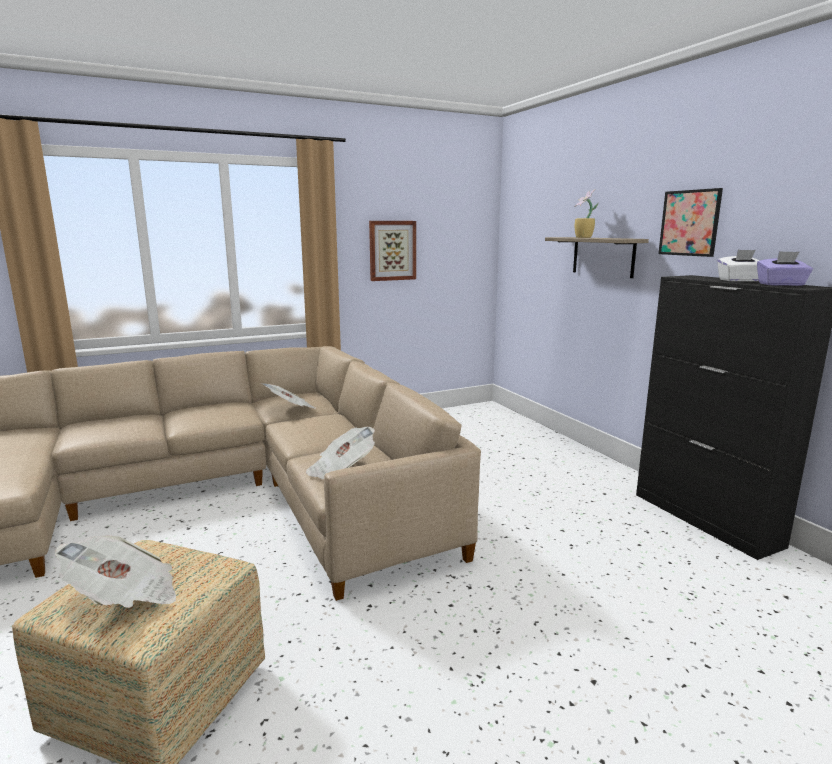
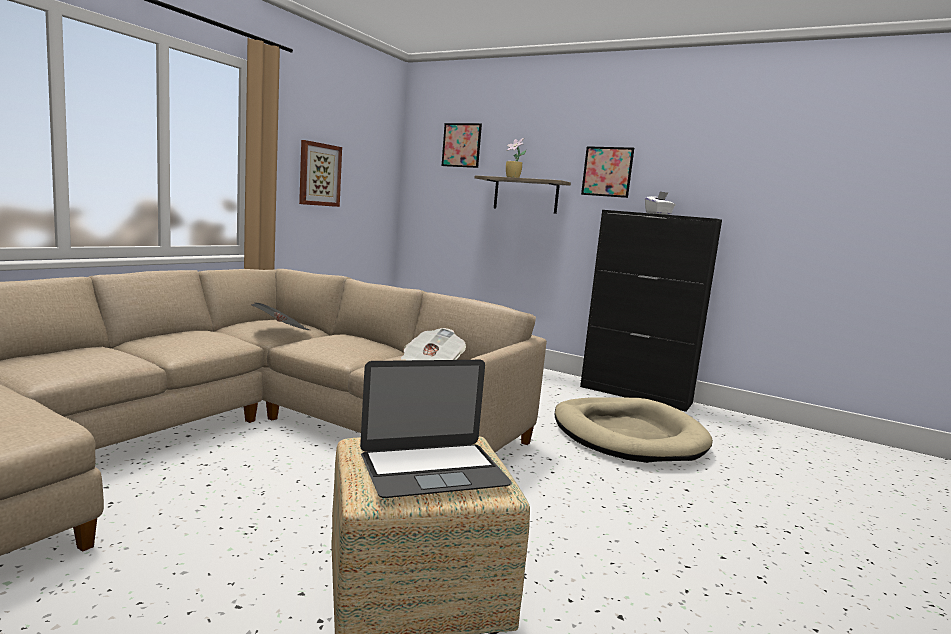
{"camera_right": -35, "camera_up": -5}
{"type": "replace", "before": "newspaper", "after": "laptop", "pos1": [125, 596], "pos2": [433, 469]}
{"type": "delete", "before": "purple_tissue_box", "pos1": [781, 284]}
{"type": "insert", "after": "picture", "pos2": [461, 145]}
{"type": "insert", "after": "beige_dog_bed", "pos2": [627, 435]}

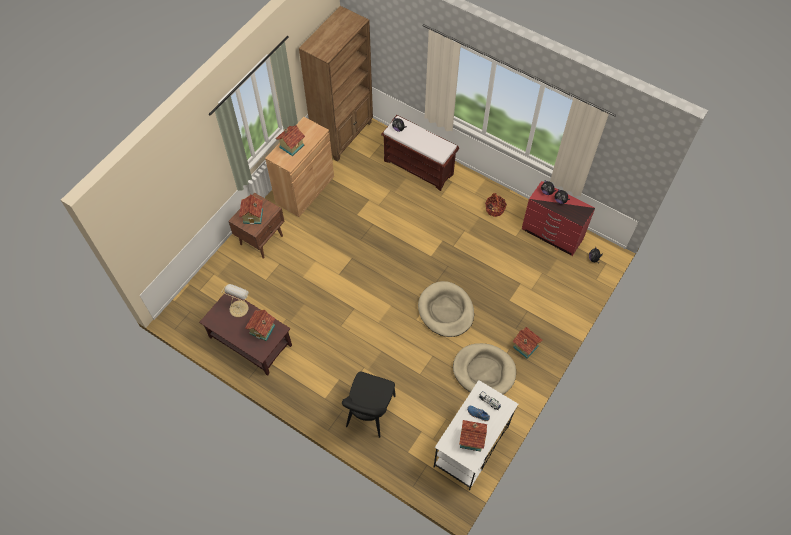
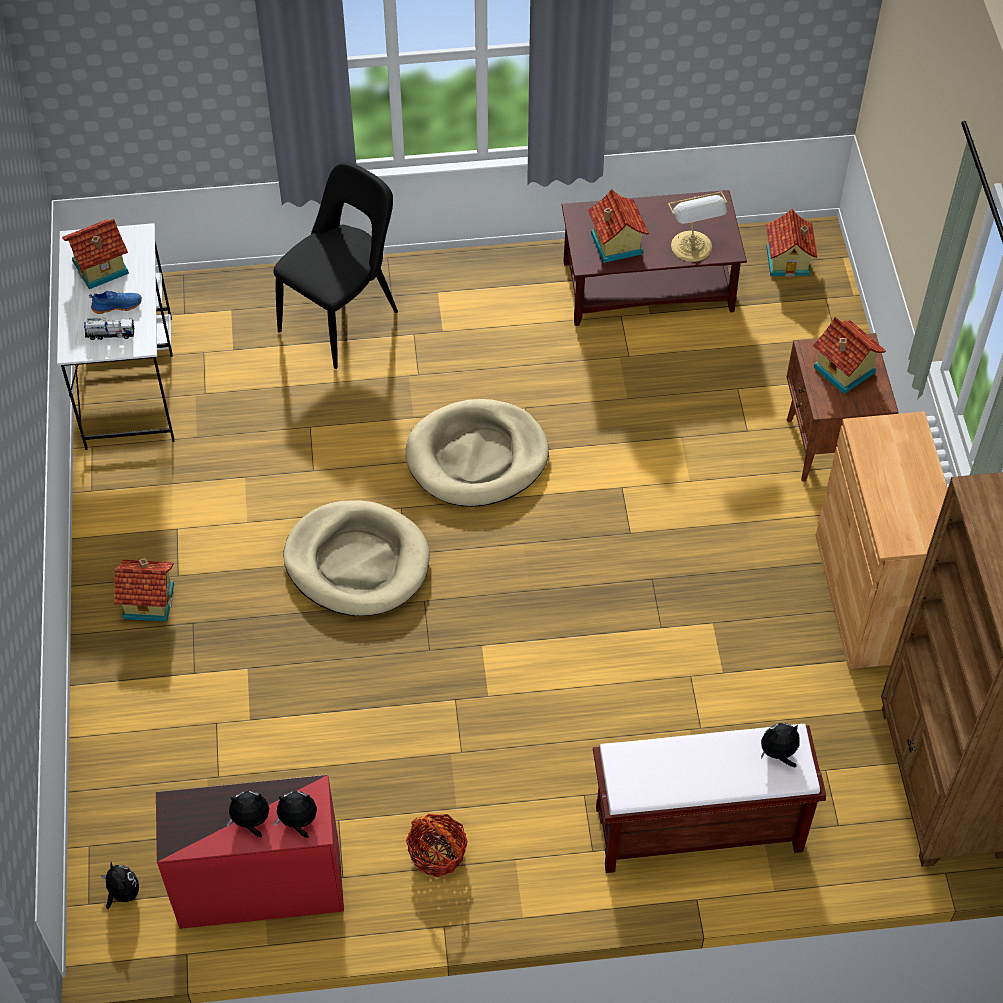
{"camera_right": 140, "camera_up": -5}
{"type": "move", "before": "toy_house", "pos1": [291, 146], "pos2": [789, 261]}
{"type": "rotate", "before": "black_chair", "pos1": [369, 414], "pos2": [343, 318], "turn": 60}
{"type": "move", "before": "beige_dog_bed", "pos1": [484, 371], "pos2": [477, 457]}

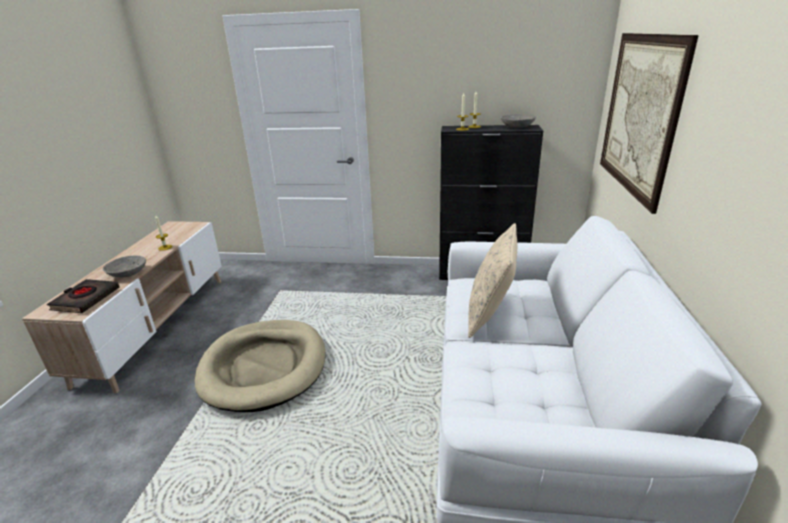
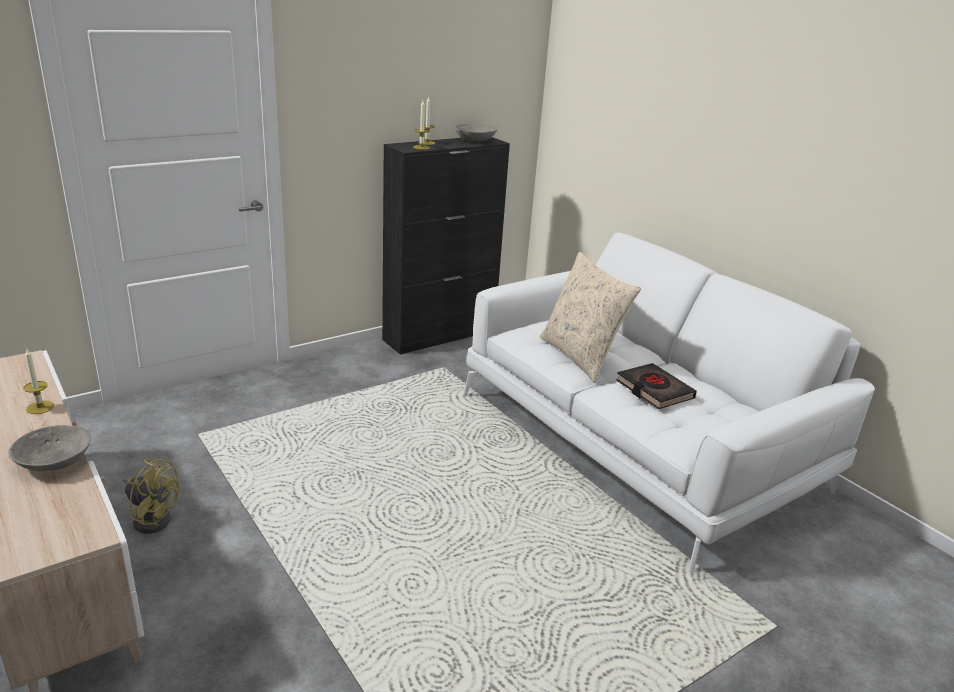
{"camera_right": -45, "camera_up": 0}
{"type": "move", "before": "black_book", "pos1": [86, 299], "pos2": [654, 390]}
{"type": "delete", "before": "beige_dog_bed", "pos1": [264, 367]}
{"type": "delete", "before": "picture", "pos1": [639, 114]}
{"type": "insert", "after": "yellow_fan", "pos2": [152, 517]}

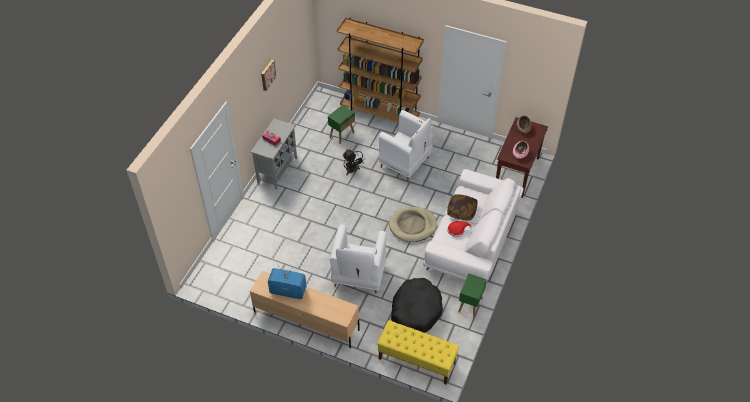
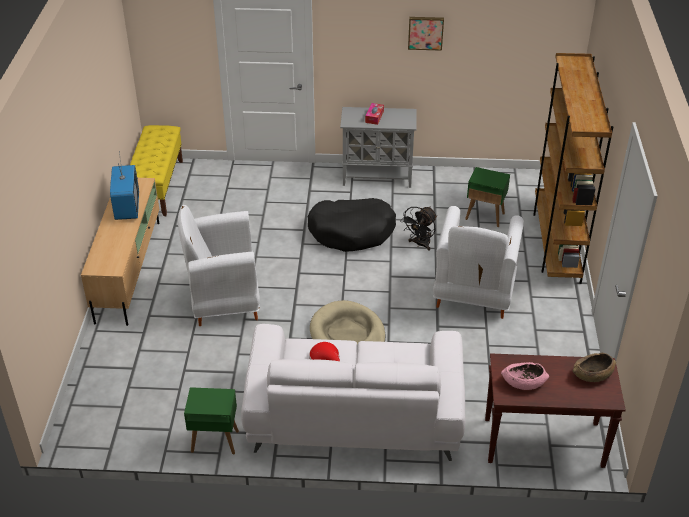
{"camera_right": 70, "camera_up": -10}
{"type": "move", "before": "yellow_bench", "pos1": [416, 360], "pos2": [158, 187]}
{"type": "move", "before": "black_dog_bed", "pos1": [416, 310], "pos2": [352, 231]}
{"type": "delete", "before": "pillow", "pos1": [461, 211]}

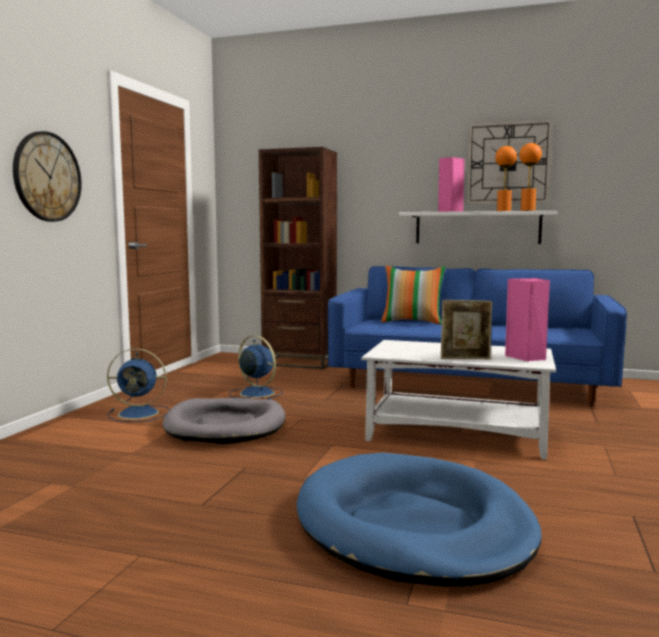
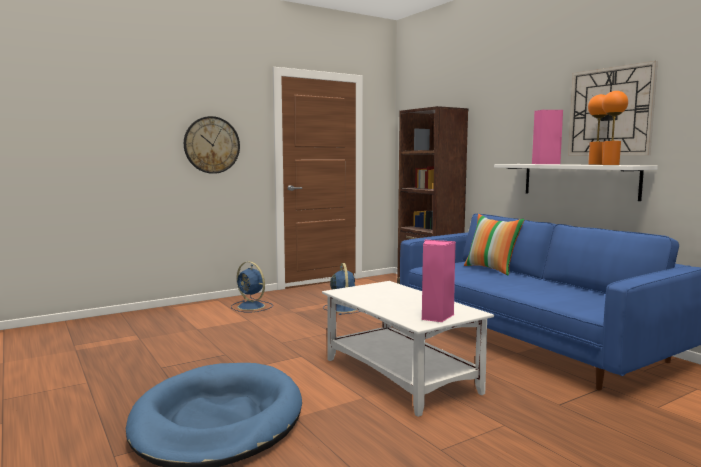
{"camera_right": 40, "camera_up": 0}
{"type": "delete", "before": "grey_dog_bed", "pos1": [226, 426]}
{"type": "delete", "before": "picture_frame", "pos1": [465, 358]}

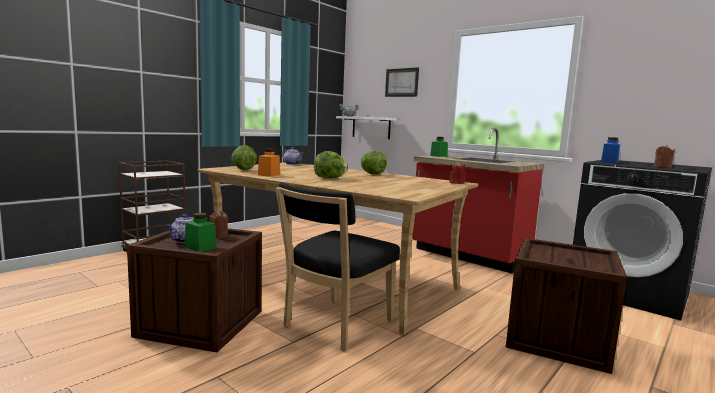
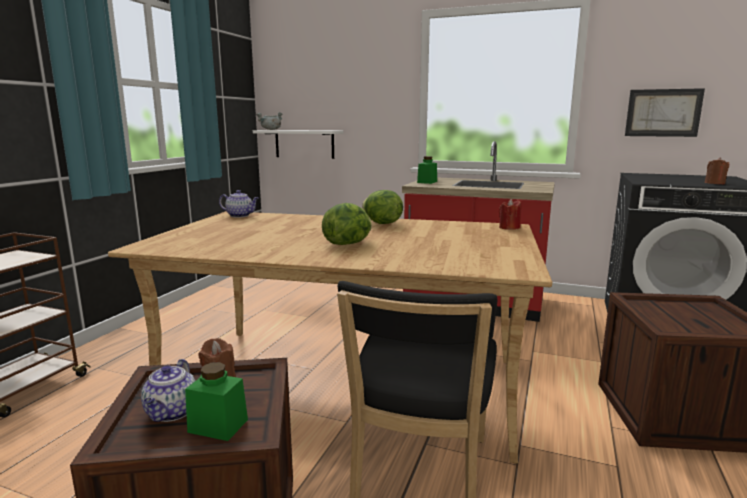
{"camera_right": -20, "camera_up": 5}
{"type": "delete", "before": "lettuce", "pos1": [243, 169]}
{"type": "delete", "before": "orange_jar", "pos1": [269, 175]}
{"type": "move", "before": "picture", "pos1": [401, 82], "pos2": [663, 113]}
{"type": "delete", "before": "blue_jar", "pos1": [609, 162]}

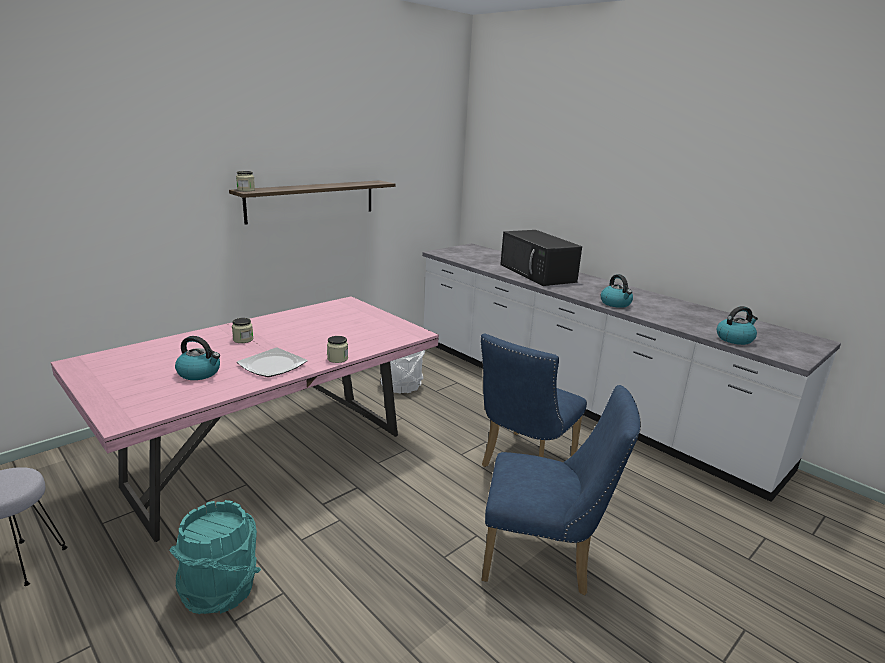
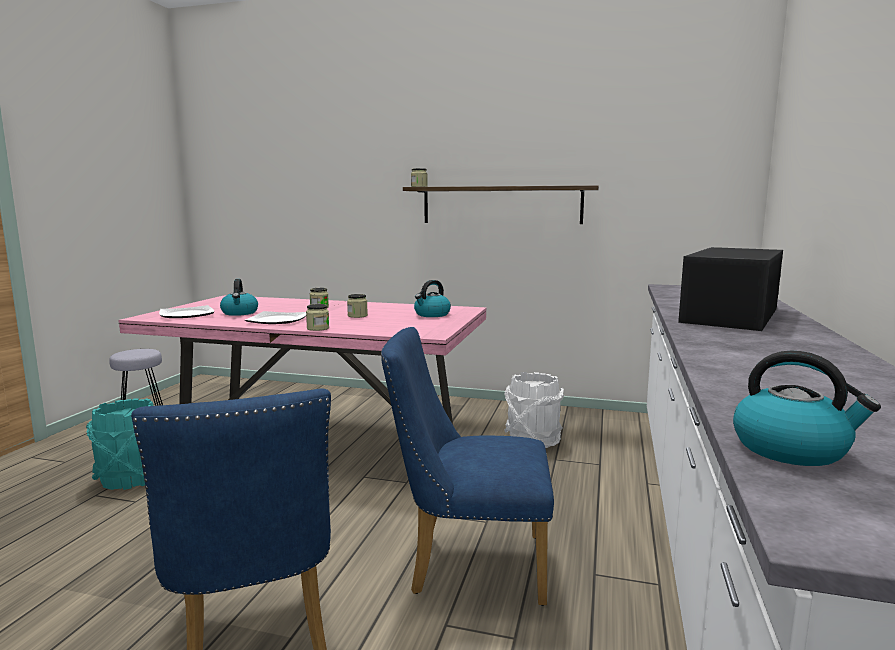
{"camera_right": 60, "camera_up": -10}
{"type": "move", "before": "kettle", "pos1": [616, 303], "pos2": [432, 314]}
{"type": "insert", "after": "plate", "pos2": [187, 314]}
{"type": "insert", "after": "jar", "pos2": [357, 316]}

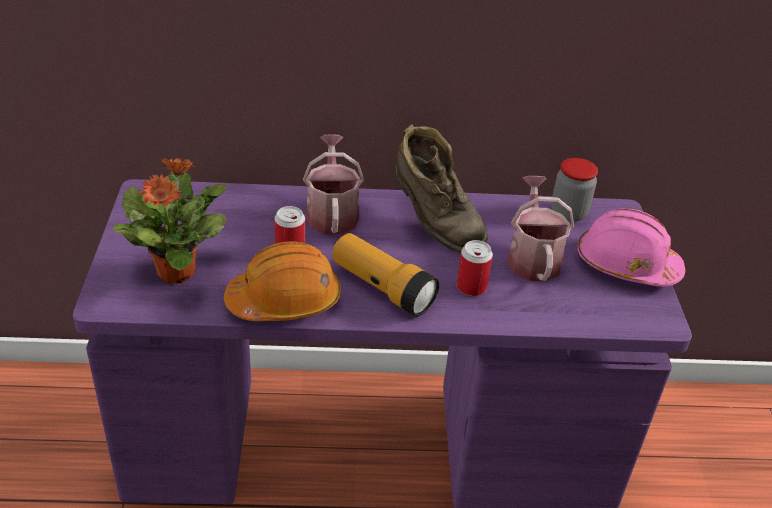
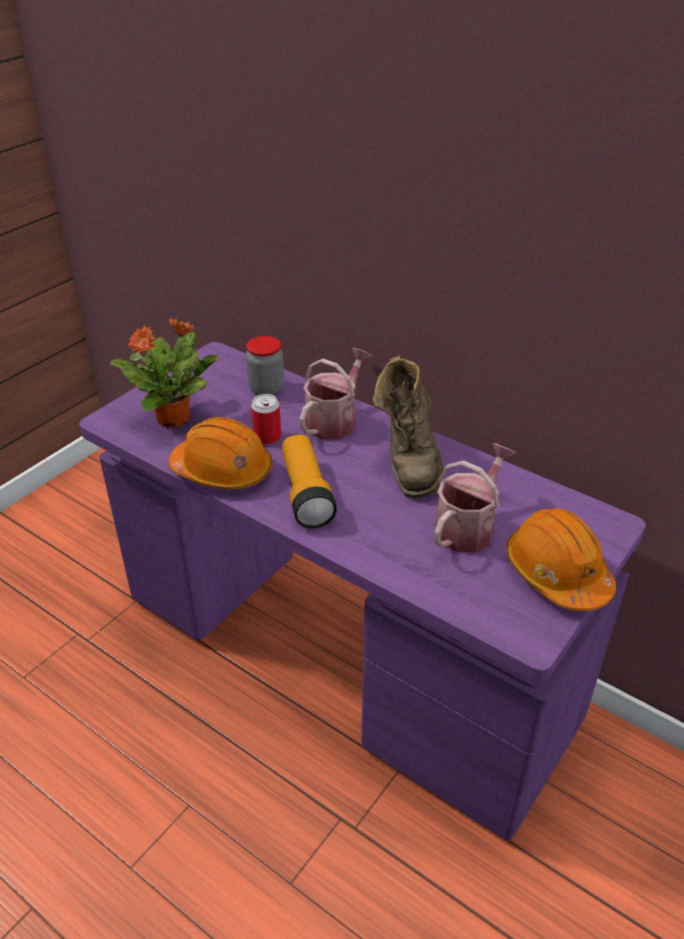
{"camera_right": 40, "camera_up": 0}
{"type": "delete", "before": "can", "pos1": [471, 287]}
{"type": "move", "before": "jar", "pos1": [568, 213], "pos2": [266, 389]}
{"type": "recolor", "before": "pink_hard_hat", "after": "orange_hard_hat", "pos1": [626, 265], "pos2": [557, 573]}

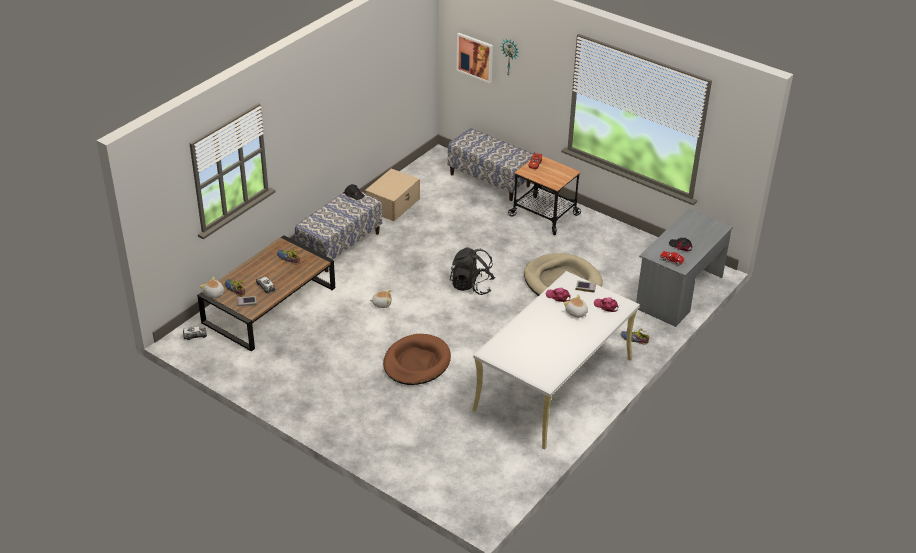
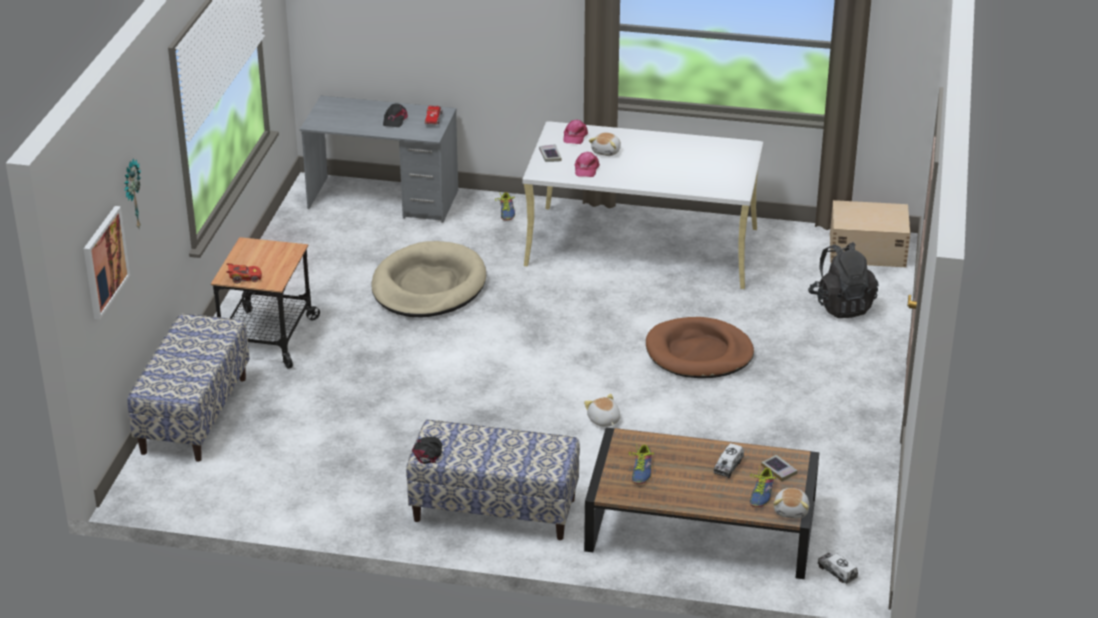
{"camera_right": -115, "camera_up": -5}
{"type": "move", "before": "beige_storage_box", "pos1": [393, 204], "pos2": [866, 250]}
{"type": "move", "before": "black_backpack", "pos1": [471, 286], "pos2": [841, 305]}

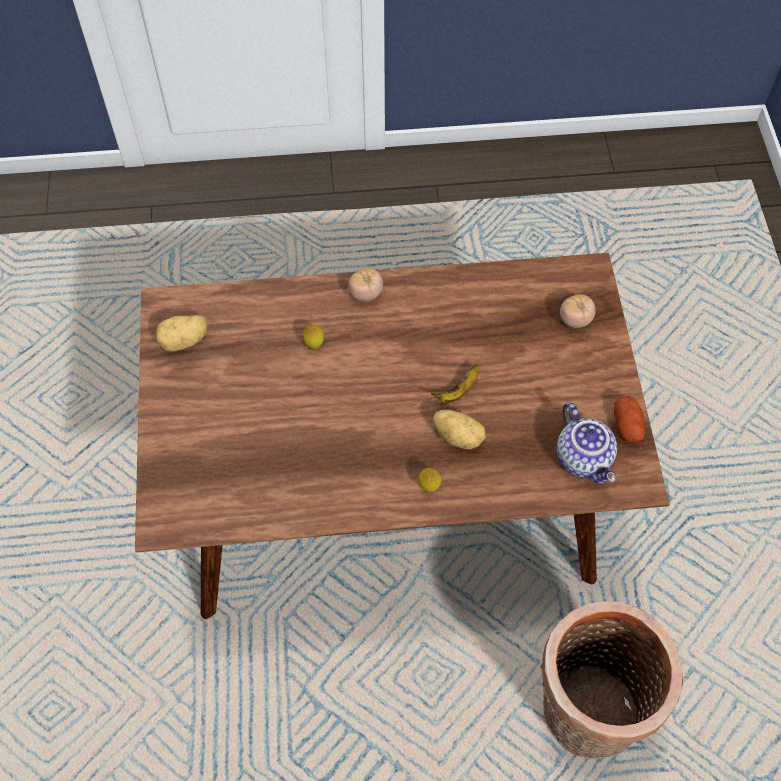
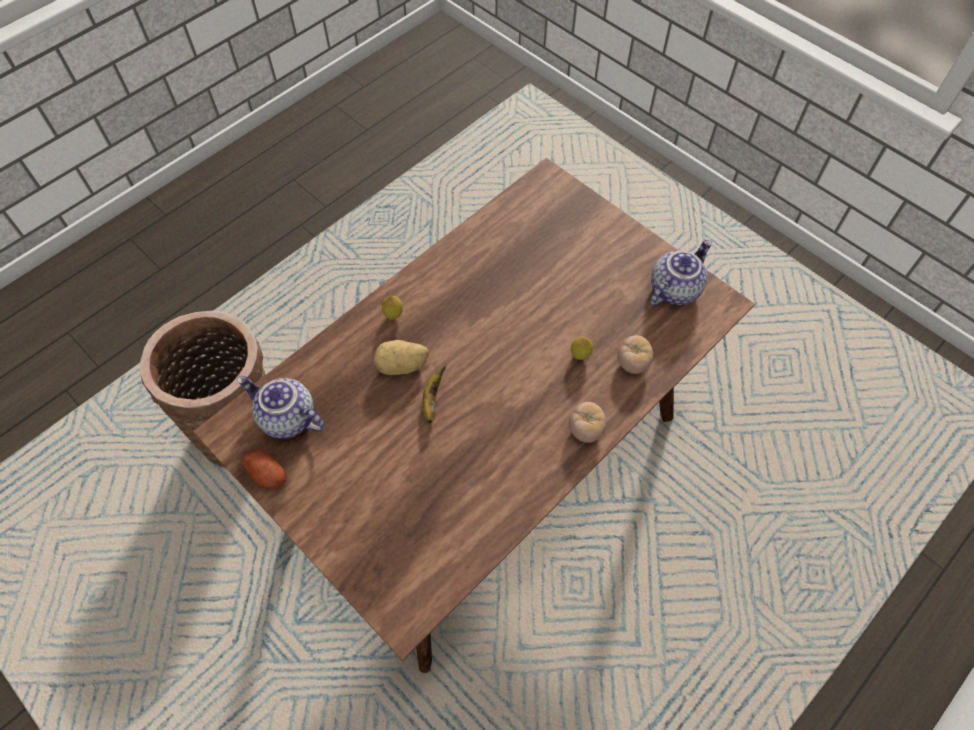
{"camera_right": 140, "camera_up": 0}
{"type": "replace", "before": "potato", "after": "teapot", "pos1": [184, 341], "pos2": [673, 289]}
{"type": "move", "before": "tomato", "pos1": [575, 320], "pos2": [632, 363]}

